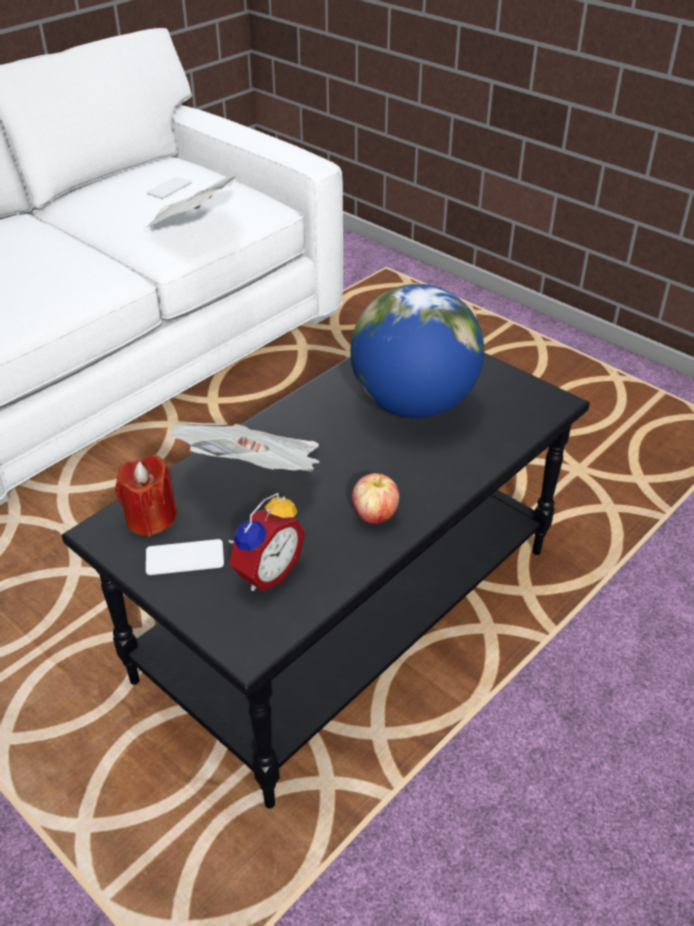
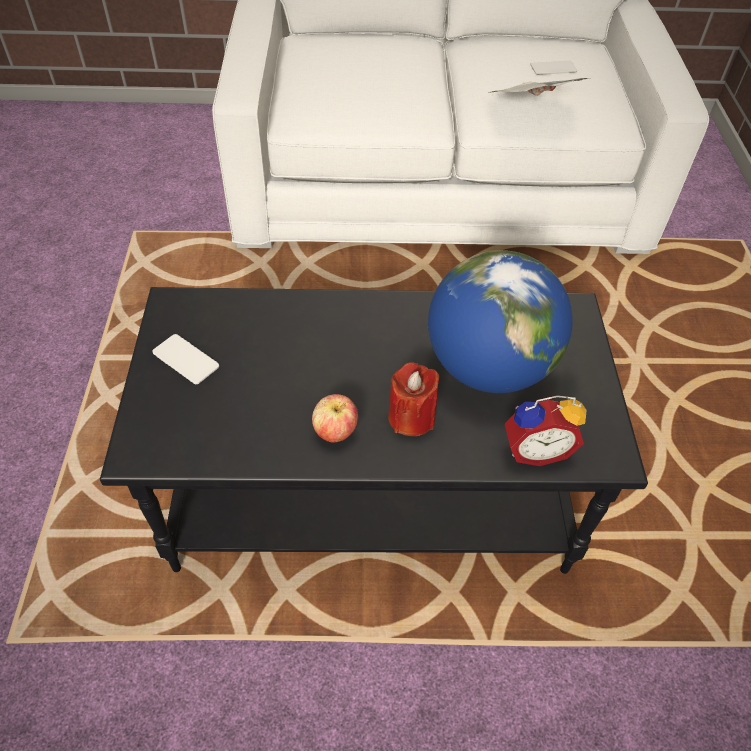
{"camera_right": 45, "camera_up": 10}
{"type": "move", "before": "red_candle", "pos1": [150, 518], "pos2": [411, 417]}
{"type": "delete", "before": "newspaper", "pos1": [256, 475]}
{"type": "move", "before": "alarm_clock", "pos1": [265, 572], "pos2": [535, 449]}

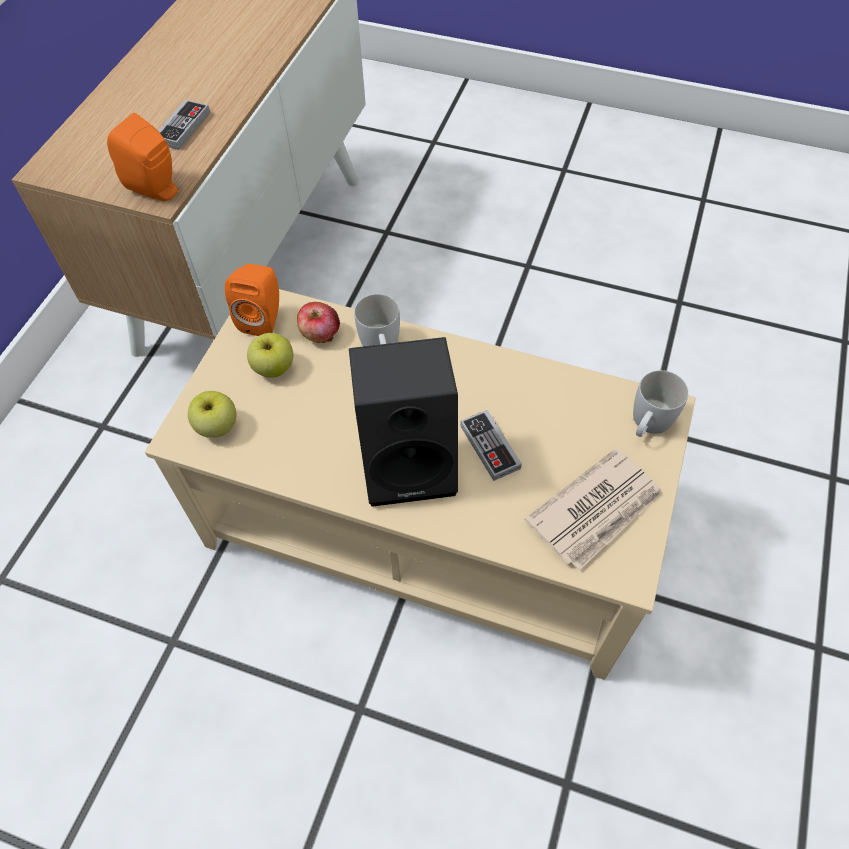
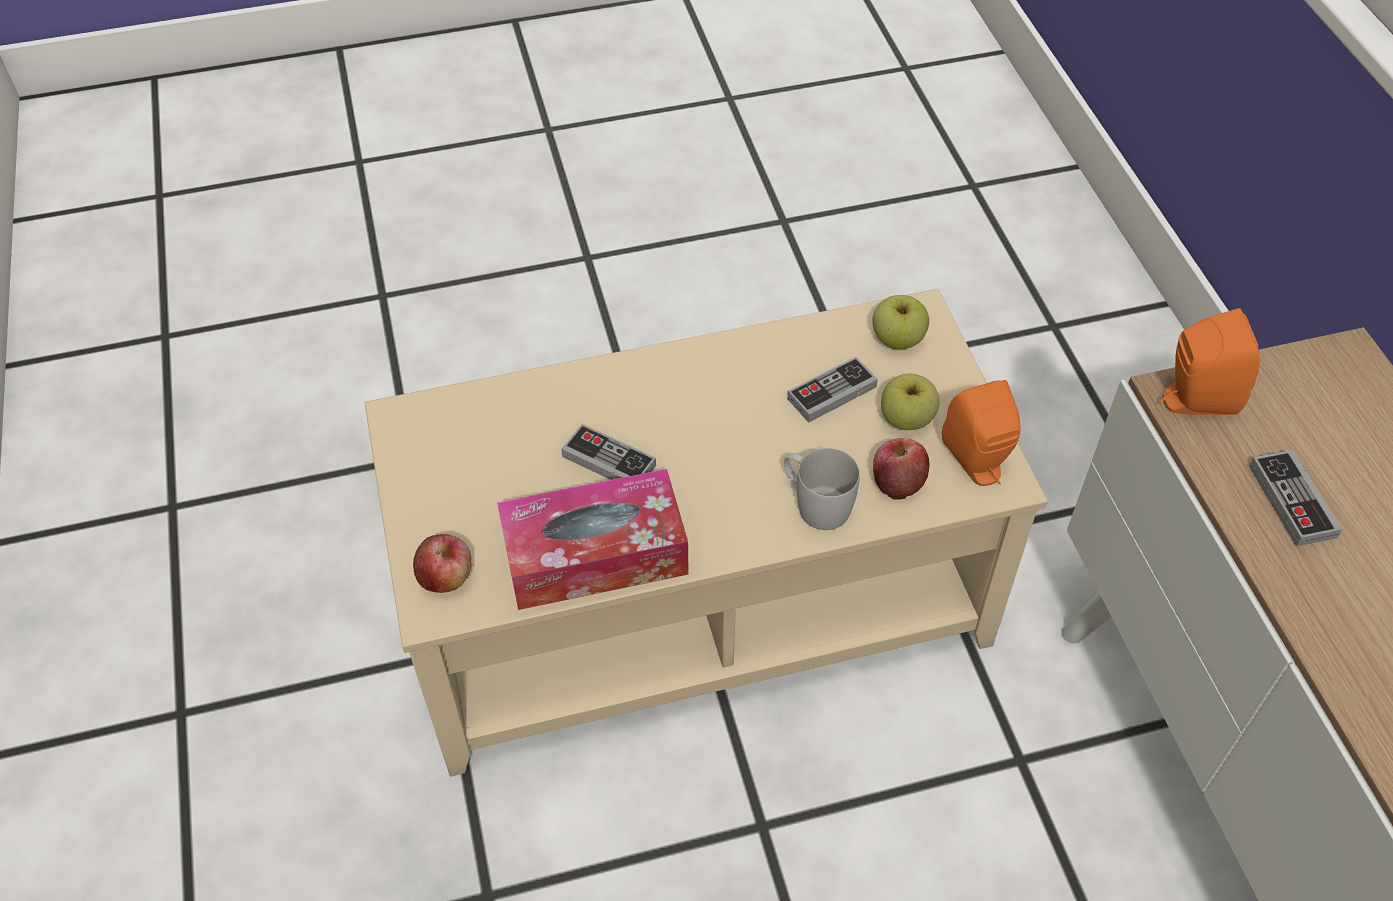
{"camera_right": 145, "camera_up": -5}
{"type": "delete", "before": "black_speaker", "pos1": [410, 462]}
{"type": "delete", "before": "newspaper", "pos1": [596, 510]}
{"type": "replace", "before": "white_mug", "after": "apple", "pos1": [648, 424], "pos2": [446, 577]}
{"type": "insert", "after": "tissue_box", "pos2": [595, 555]}
{"type": "insert", "after": "game_controller", "pos2": [832, 393]}

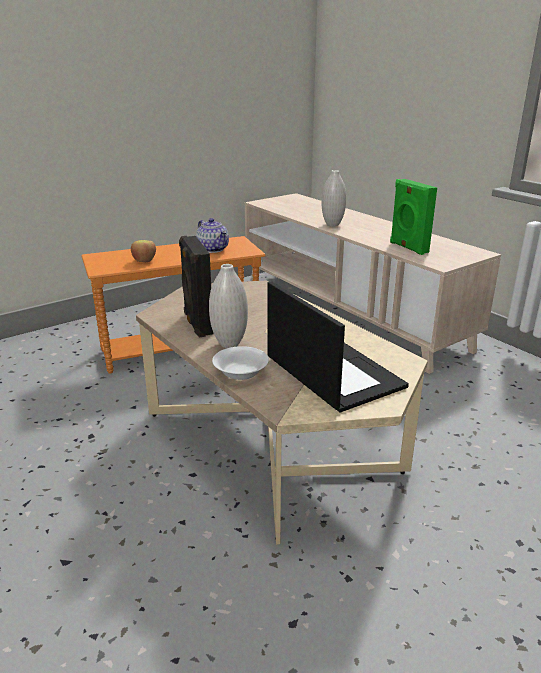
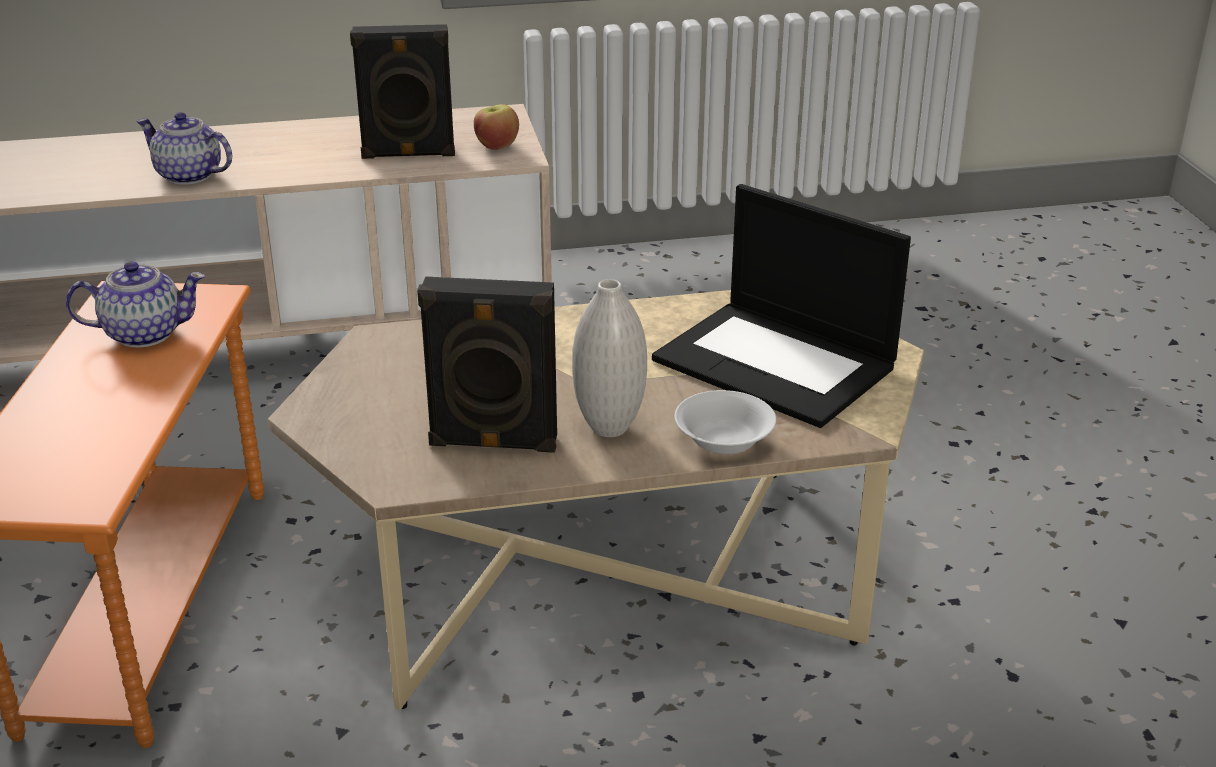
{"camera_right": -65, "camera_up": 5}
{"type": "move", "before": "apple", "pos1": [144, 261], "pos2": [496, 146]}
{"type": "rotate", "before": "laptop", "pos1": [332, 372], "pos2": [777, 363], "turn": -135}
{"type": "replace", "before": "white_vase", "after": "teapot", "pos1": [332, 225], "pos2": [189, 176]}
{"type": "recolor", "before": "green_speaker", "after": "black_speaker", "pos1": [407, 247], "pos2": [408, 154]}

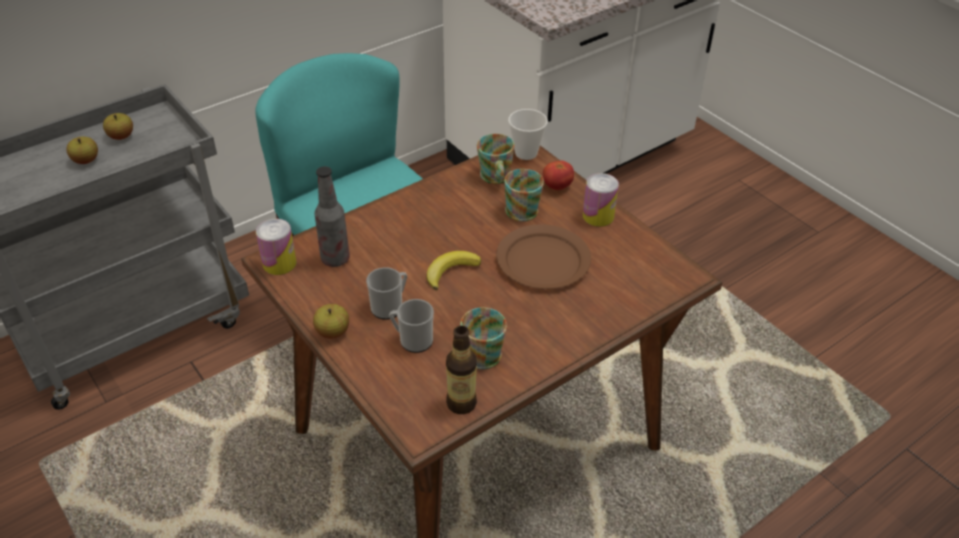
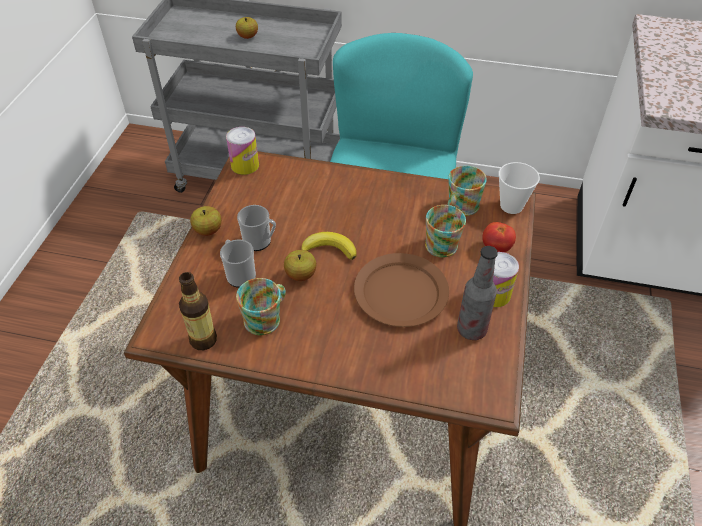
{"camera_right": 50, "camera_up": 5}
{"type": "move", "before": "apple", "pos1": [121, 136], "pos2": [301, 275]}
{"type": "move", "before": "bottle", "pos1": [335, 259], "pos2": [471, 329]}

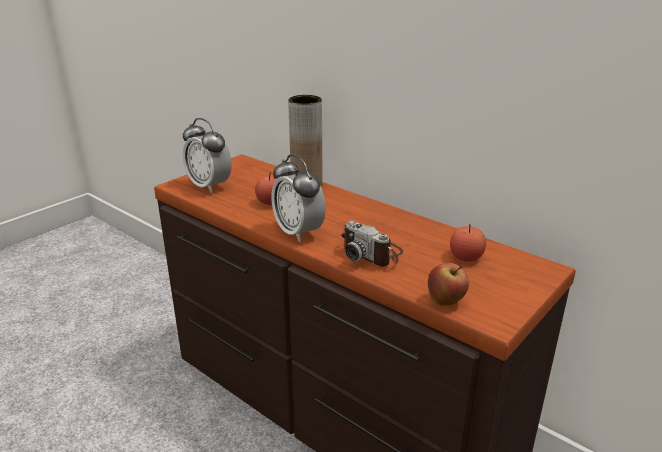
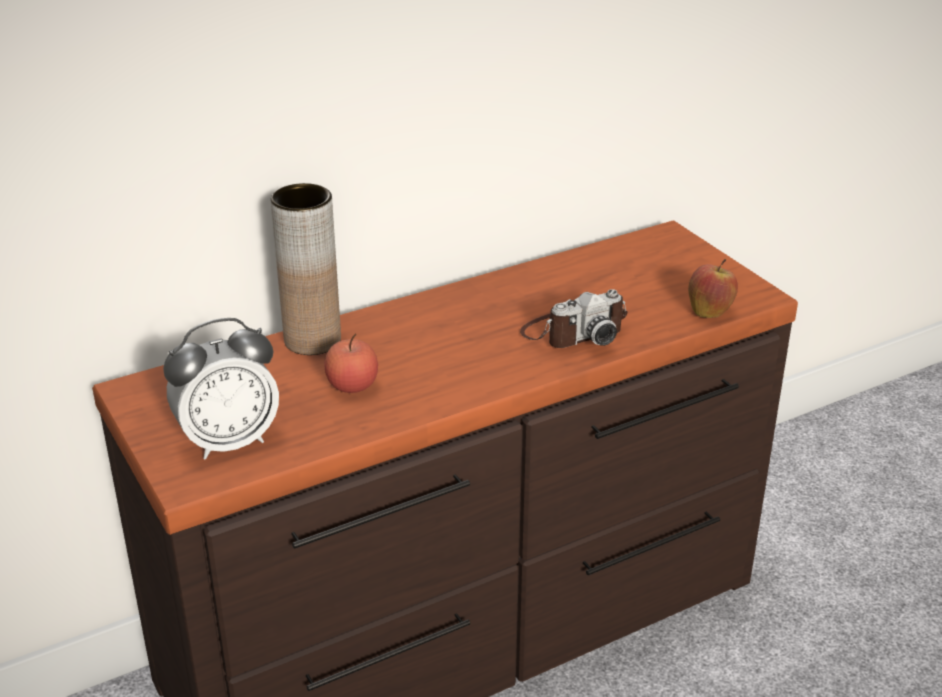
{"camera_right": -70, "camera_up": 5}
{"type": "delete", "before": "alarm_clock", "pos1": [298, 232]}
{"type": "delete", "before": "apple", "pos1": [466, 257]}

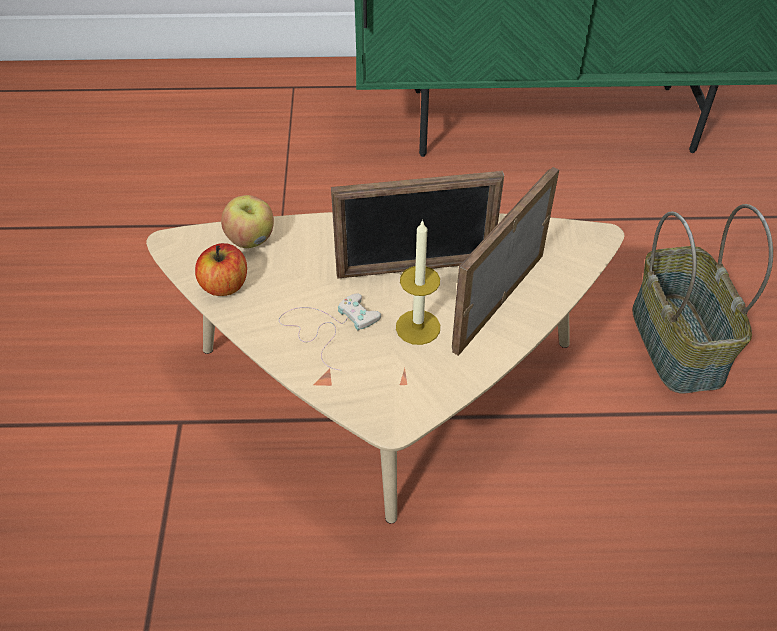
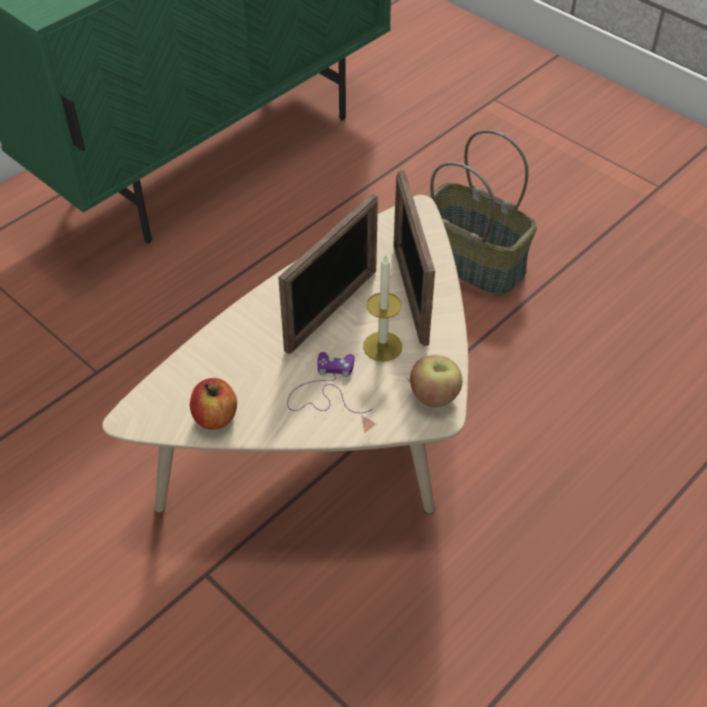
{"camera_right": -45, "camera_up": 0}
{"type": "move", "before": "apple", "pos1": [251, 239], "pos2": [434, 396]}
{"type": "recolor", "before": "white_game_controller", "after": "purple_game_controller", "pos1": [328, 327], "pos2": [326, 390]}

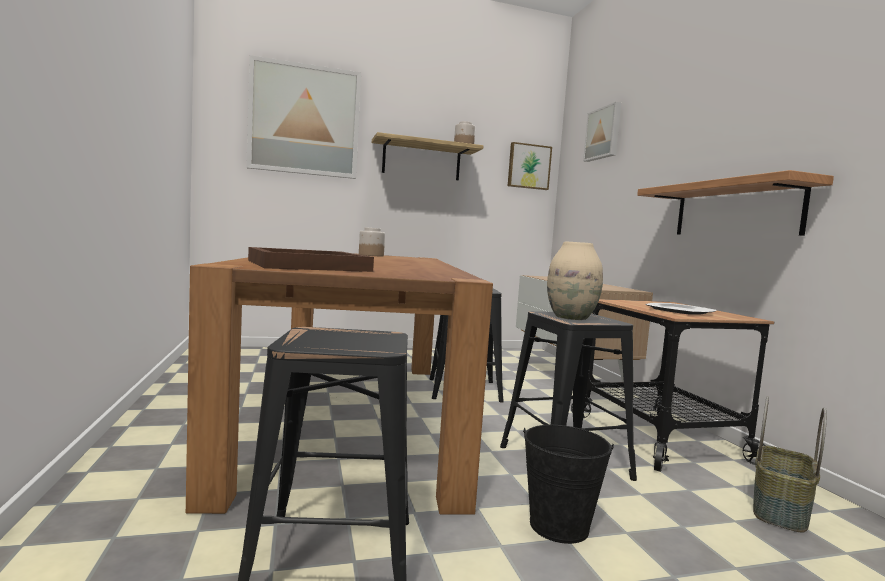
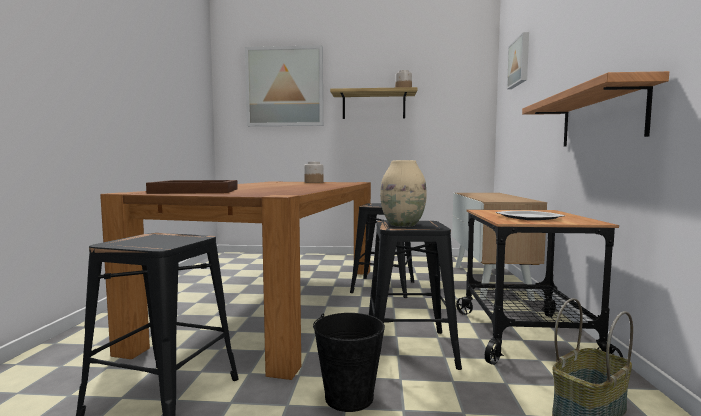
{"camera_right": 20, "camera_up": 0}
{"type": "delete", "before": "picture", "pos1": [528, 166]}

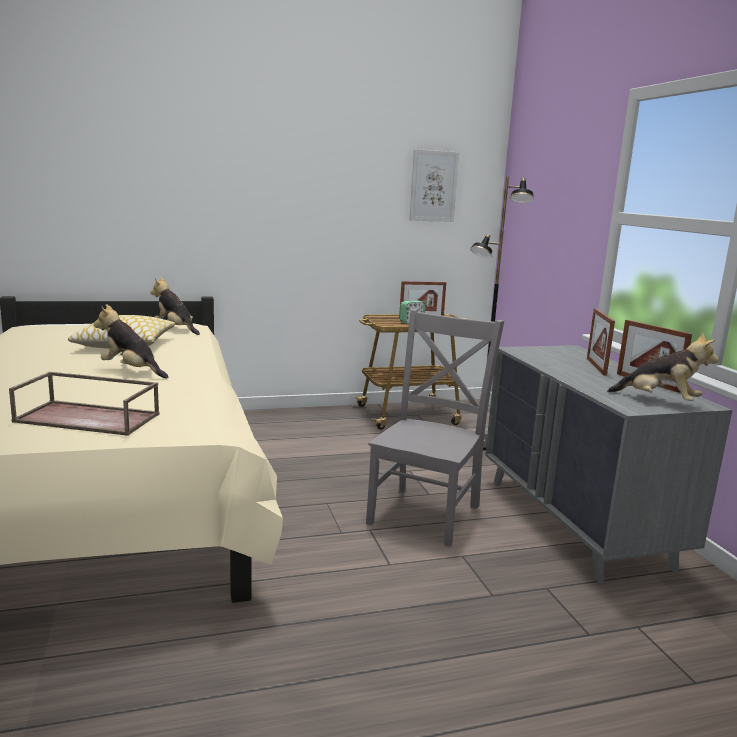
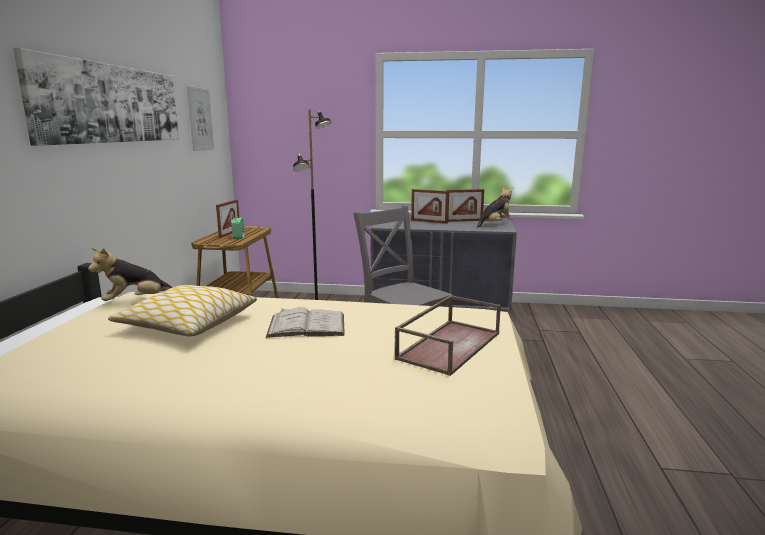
{"camera_right": -65, "camera_up": 0}
{"type": "replace", "before": "plush_toy", "after": "white_book", "pos1": [131, 371], "pos2": [307, 325]}
{"type": "insert", "after": "picture", "pos2": [111, 104]}

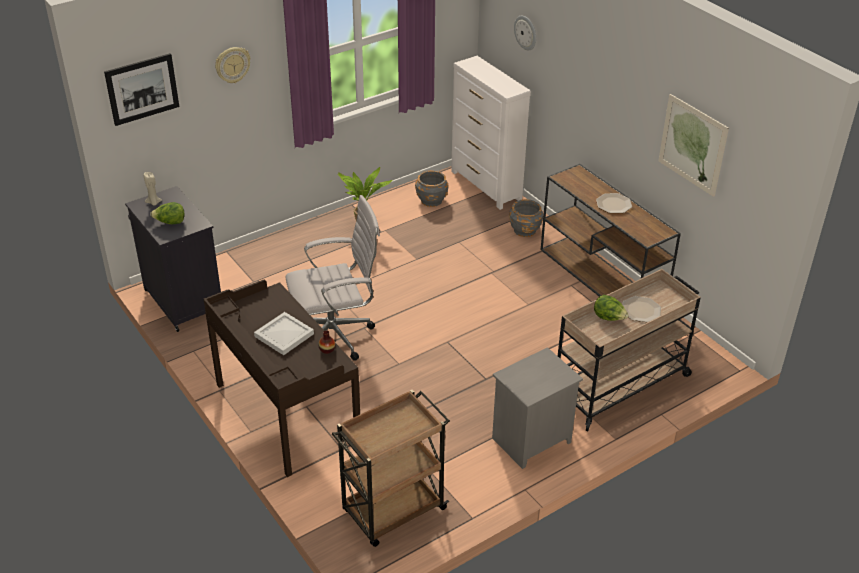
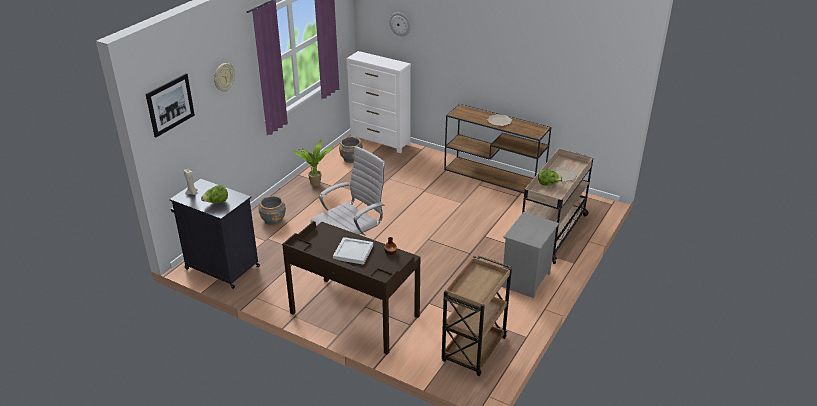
{"camera_right": -25, "camera_up": -5}
{"type": "move", "before": "grey_planter", "pos1": [524, 230], "pos2": [273, 220]}
{"type": "delete", "before": "picture", "pos1": [692, 145]}

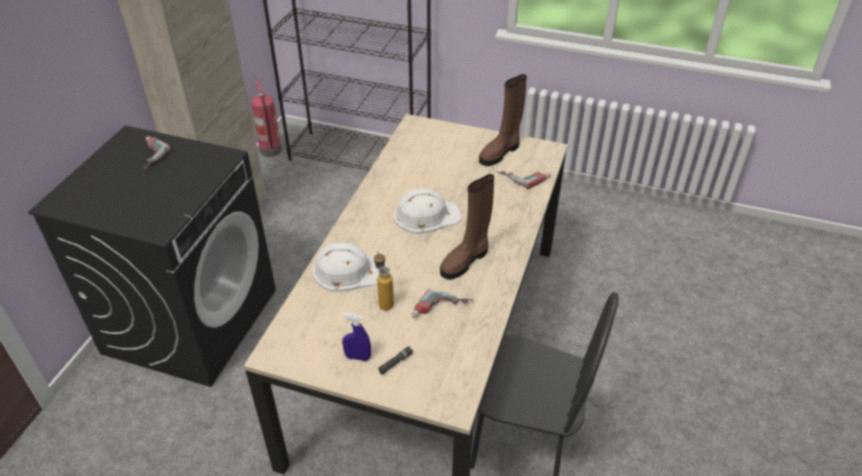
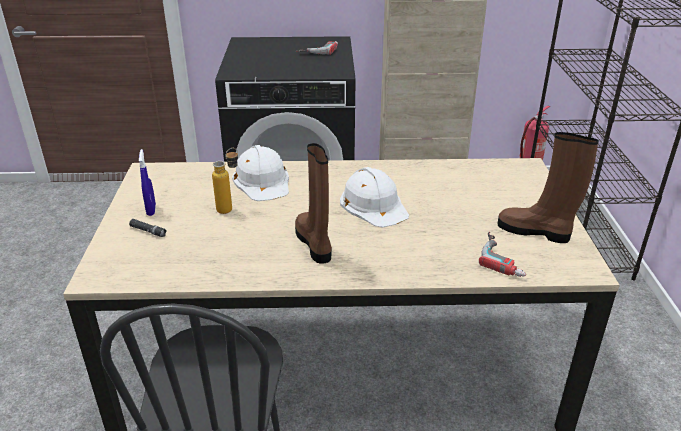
{"camera_right": 70, "camera_up": -10}
{"type": "delete", "before": "power_drill", "pos1": [441, 311]}
{"type": "rotate", "before": "brown_boot", "pos1": [465, 261], "pos2": [315, 243], "turn": 45}

